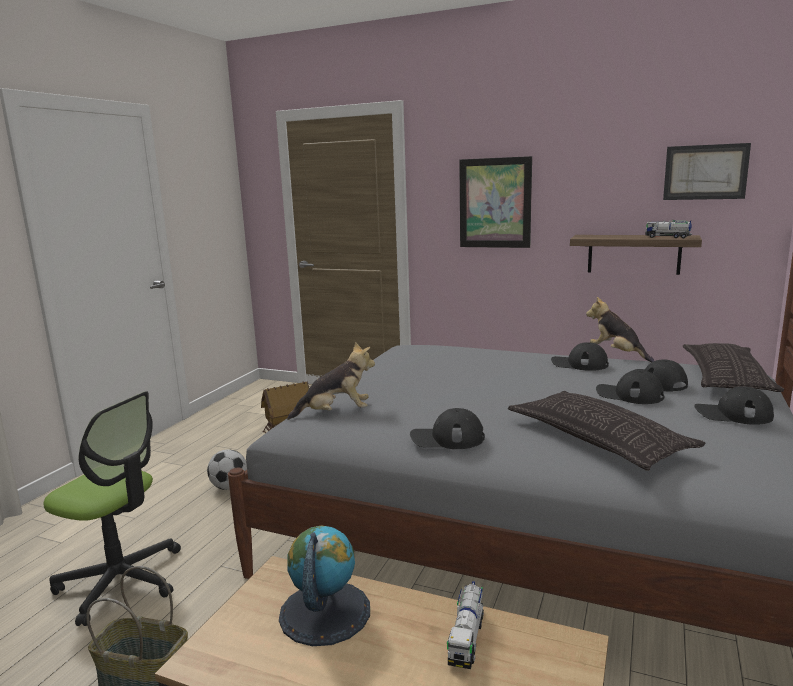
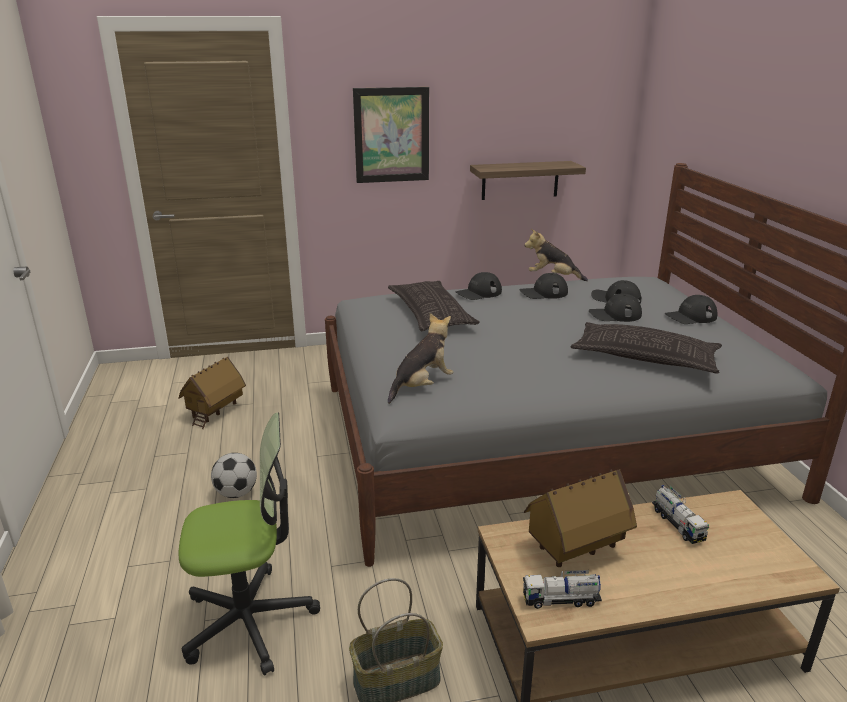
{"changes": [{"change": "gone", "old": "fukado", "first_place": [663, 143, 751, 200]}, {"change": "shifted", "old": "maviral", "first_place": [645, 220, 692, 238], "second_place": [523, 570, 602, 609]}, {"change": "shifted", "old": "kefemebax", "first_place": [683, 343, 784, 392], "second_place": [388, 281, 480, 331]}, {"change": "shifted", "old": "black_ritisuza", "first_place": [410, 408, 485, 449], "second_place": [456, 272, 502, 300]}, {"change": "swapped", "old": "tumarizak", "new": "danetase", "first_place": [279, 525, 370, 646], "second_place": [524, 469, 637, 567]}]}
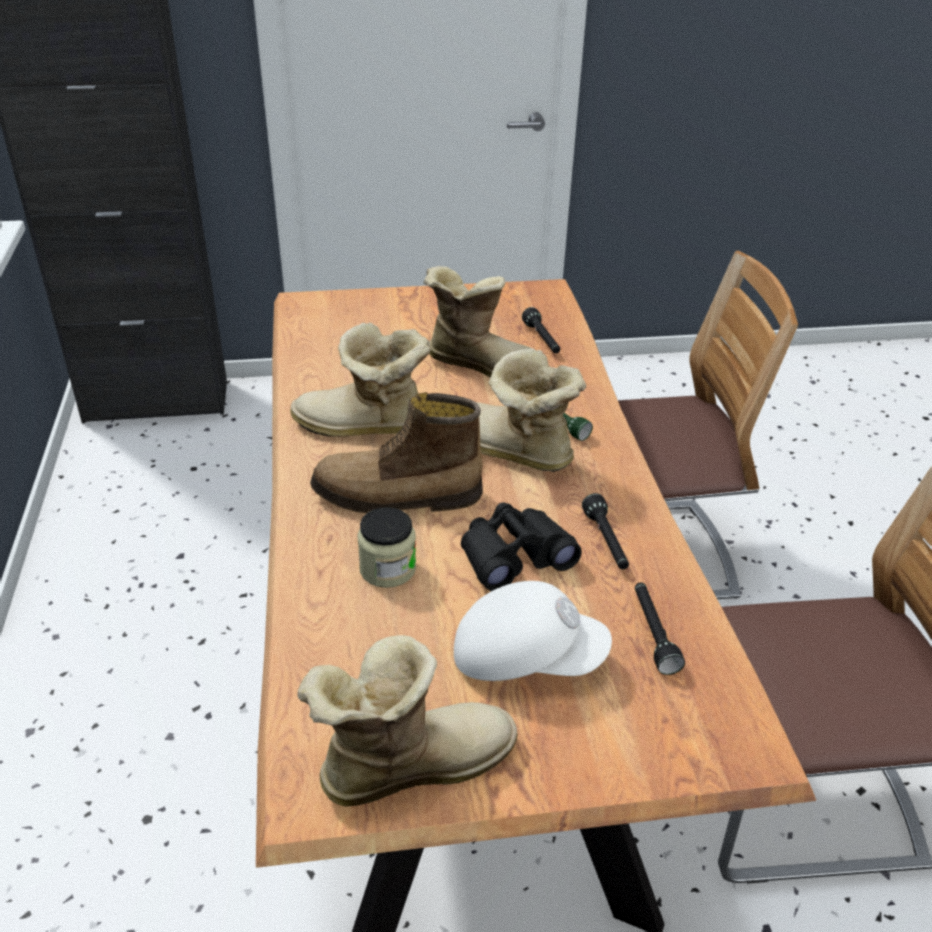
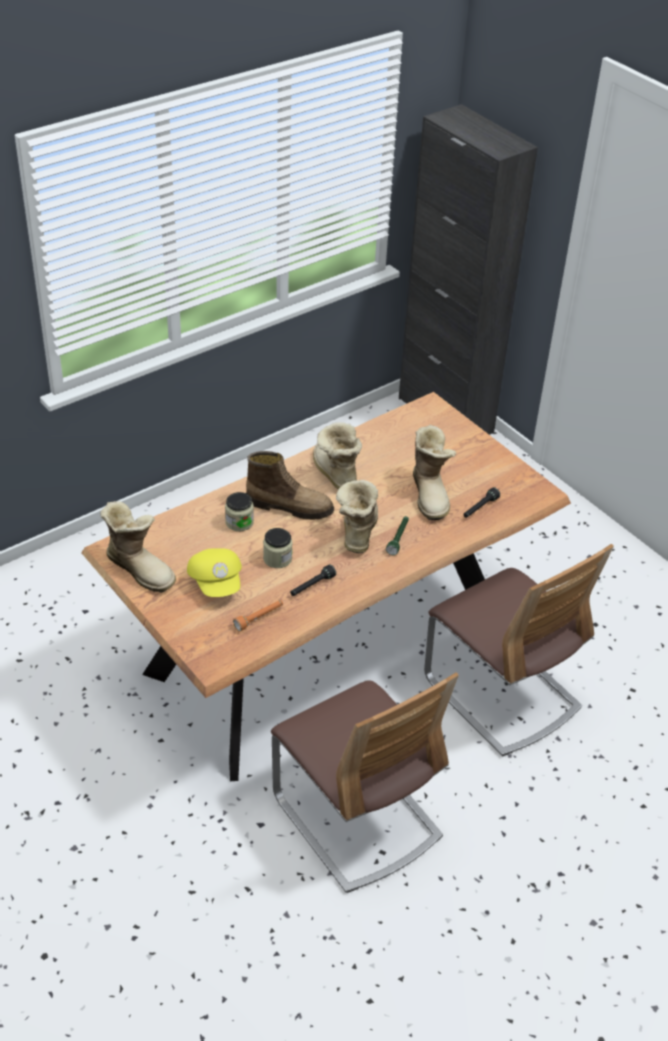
{"changes": [{"change": "rotated", "old": "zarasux", "first_place": [310, 392, 483, 513], "second_place": [246, 451, 334, 520], "degrees": 135}, {"change": "swapped", "old": "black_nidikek", "new": "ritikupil", "first_place": [461, 502, 582, 591], "second_place": [263, 528, 293, 568]}, {"change": "repainted", "old": "white_ritisuza", "new": "yellow_ritisuza", "first_place": [454, 581, 612, 681], "second_place": [187, 548, 242, 597]}, {"change": "repainted", "old": "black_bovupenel", "new": "orange_bovupenel", "first_place": [635, 582, 685, 675], "second_place": [233, 600, 283, 631]}]}
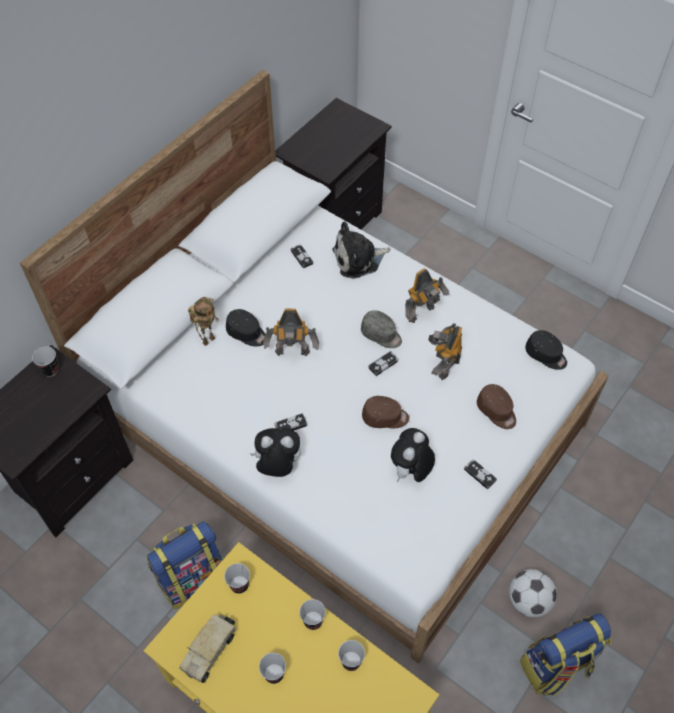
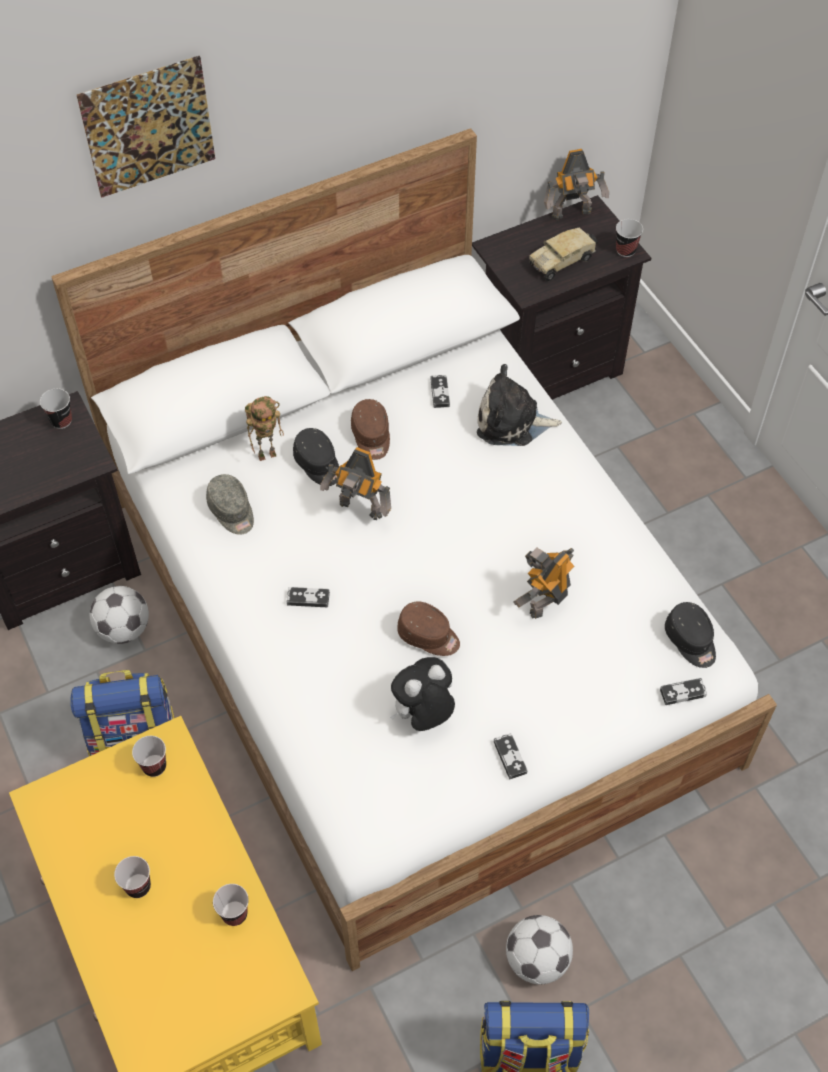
{"changes": [{"change": "shifted", "old": "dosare", "first_place": [405, 268, 449, 323], "second_place": [544, 149, 609, 220]}, {"change": "shifted", "old": "grey_ritisuza", "first_place": [361, 310, 402, 348], "second_place": [206, 474, 254, 535]}, {"change": "shifted", "old": "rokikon", "first_place": [368, 351, 398, 376], "second_place": [660, 678, 707, 705]}, {"change": "shifted", "old": "brown_ritisuza", "first_place": [477, 384, 516, 429], "second_place": [351, 399, 390, 460]}, {"change": "gone", "old": "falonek", "first_place": [249, 428, 301, 477]}, {"change": "shifted", "old": "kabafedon", "first_place": [299, 599, 326, 630], "second_place": [616, 219, 643, 257]}, {"change": "shifted", "old": "maviral", "first_place": [179, 614, 236, 683], "second_place": [529, 227, 598, 281]}, {"change": "new", "new": "fukado", "second_place": [77, 56, 215, 198]}, {"change": "new", "new": "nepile", "second_place": [90, 586, 149, 644]}]}
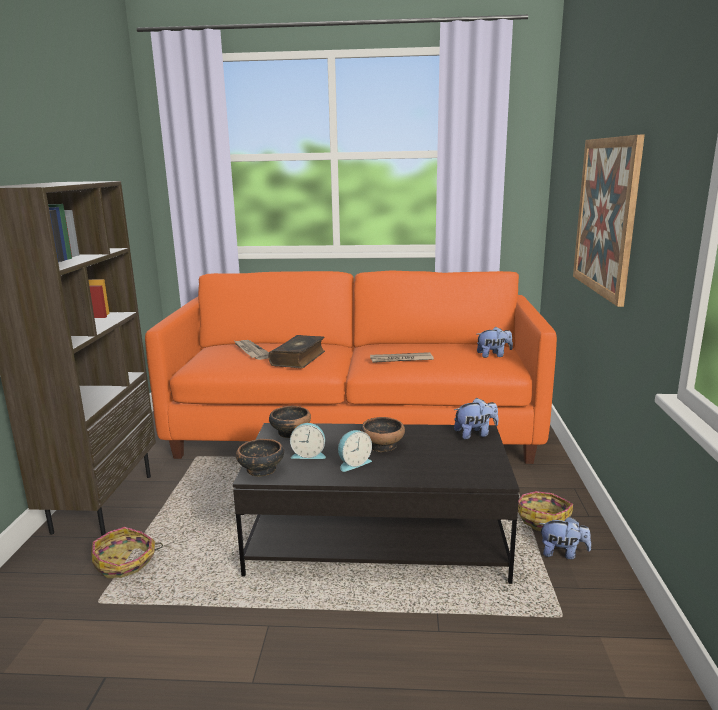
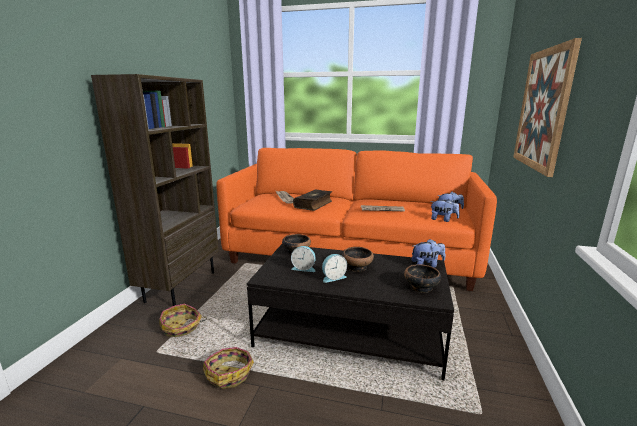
{"changes": [{"change": "shifted", "old": "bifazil", "first_place": [236, 439, 284, 477], "second_place": [404, 264, 441, 293]}, {"change": "shifted", "old": "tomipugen", "first_place": [518, 491, 573, 531], "second_place": [203, 347, 254, 389]}, {"change": "shifted", "old": "falonek", "first_place": [539, 517, 591, 559], "second_place": [430, 199, 460, 222]}]}
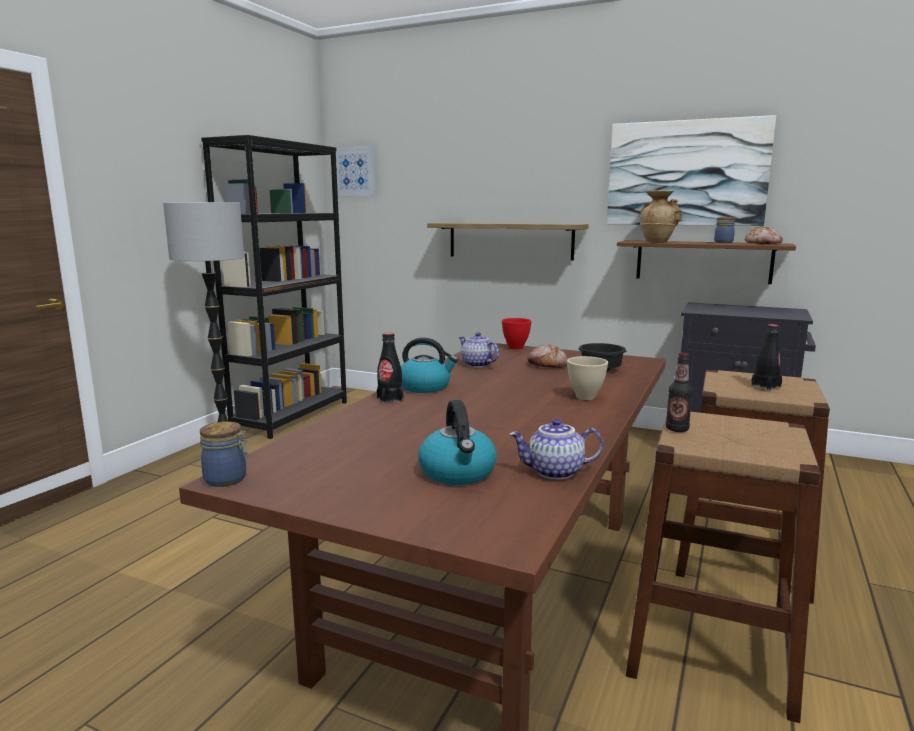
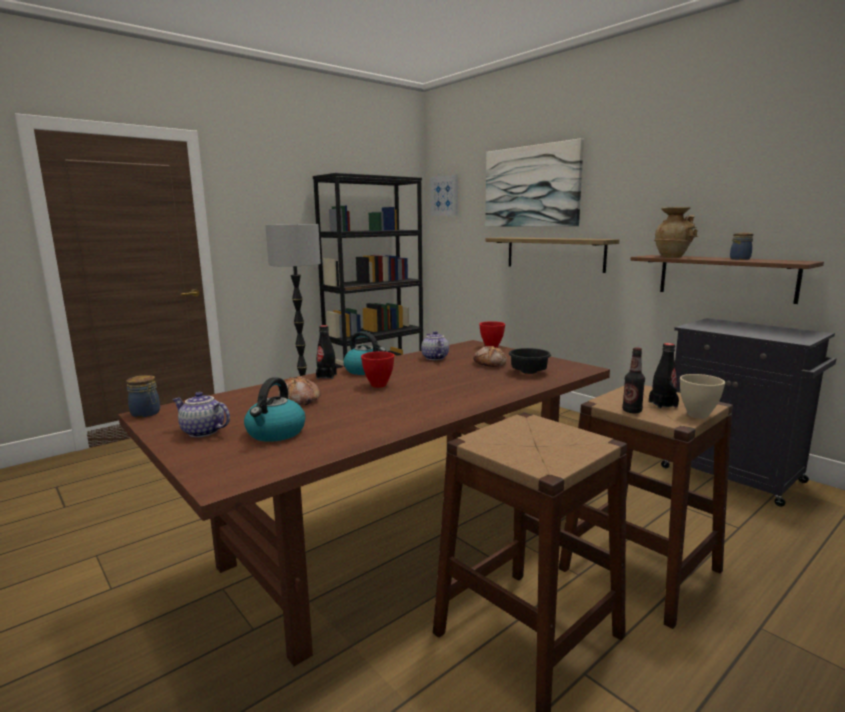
{"changes": [{"change": "shifted", "old": "fukado", "first_place": [607, 115, 776, 226], "second_place": [485, 138, 584, 227]}, {"change": "shifted", "old": "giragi", "first_place": [745, 226, 783, 244], "second_place": [278, 376, 321, 405]}, {"change": "shifted", "old": "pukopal", "first_place": [666, 353, 693, 432], "second_place": [622, 347, 645, 413]}, {"change": "shifted", "old": "beige_bifazil", "first_place": [567, 356, 608, 400], "second_place": [680, 374, 725, 419]}, {"change": "shifted", "old": "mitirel", "first_place": [509, 419, 603, 480], "second_place": [172, 392, 230, 437]}, {"change": "new", "new": "red_bifazil", "second_place": [361, 351, 395, 388]}]}
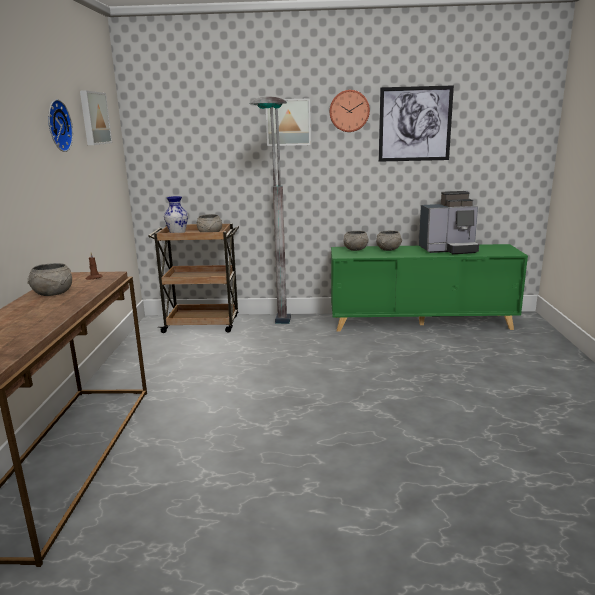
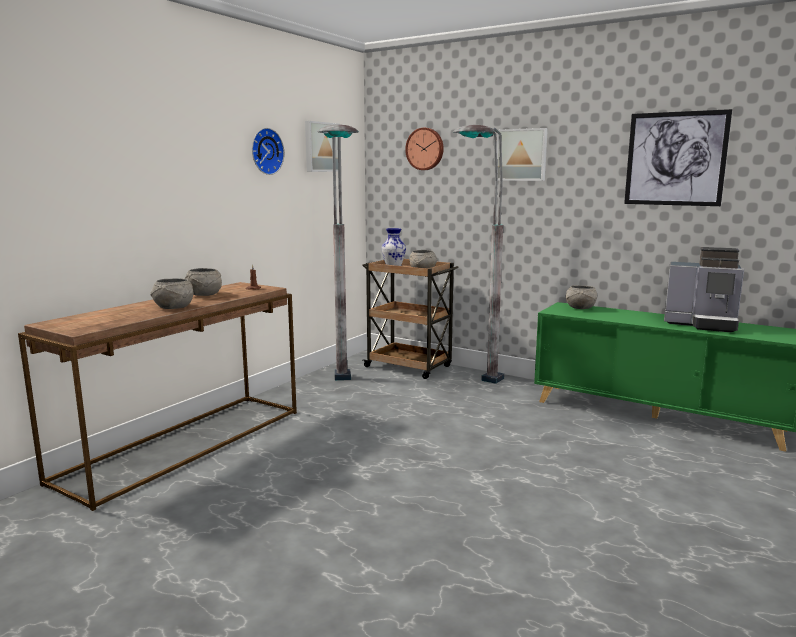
{"changes": [{"change": "shifted", "old": "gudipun", "first_place": [329, 90, 370, 132], "second_place": [405, 128, 444, 170]}, {"change": "shifted", "old": "grey_bifazil", "first_place": [376, 231, 402, 251], "second_place": [150, 278, 193, 309]}, {"change": "new", "new": "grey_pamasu", "second_place": [318, 124, 359, 380]}]}
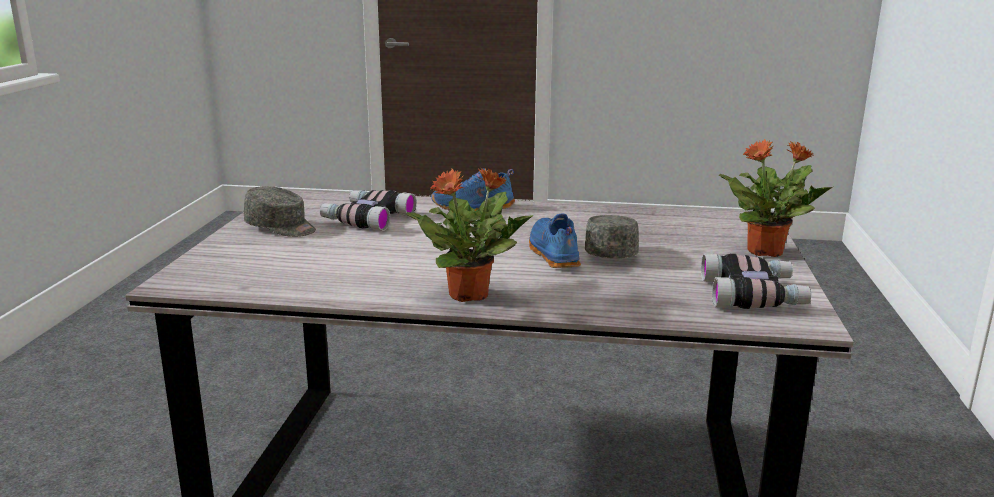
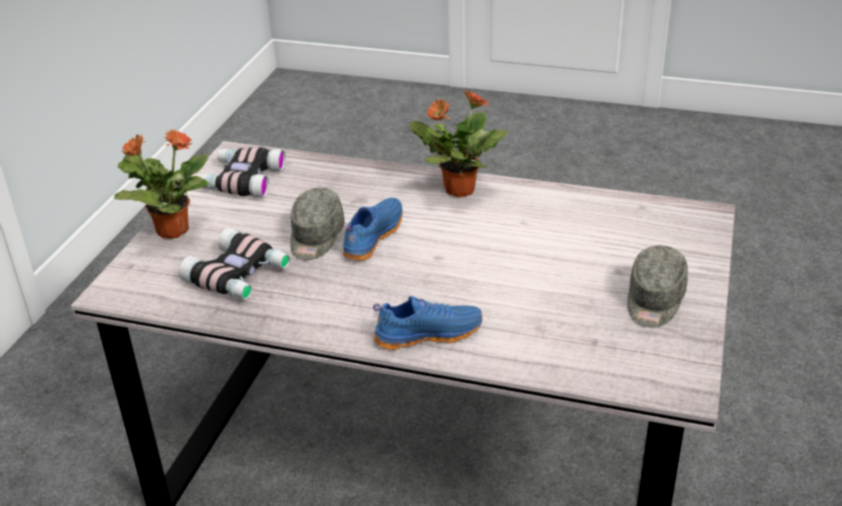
{"changes": [{"change": "rotated", "old": "grey_ritisuza", "first_place": [244, 186, 316, 237], "second_place": [627, 245, 688, 328], "degrees": -105}, {"change": "shifted", "old": "nidikek", "first_place": [320, 190, 417, 231], "second_place": [178, 228, 290, 299]}, {"change": "rotated", "old": "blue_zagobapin", "first_place": [529, 213, 581, 268], "second_place": [343, 198, 403, 261], "degrees": -150}]}
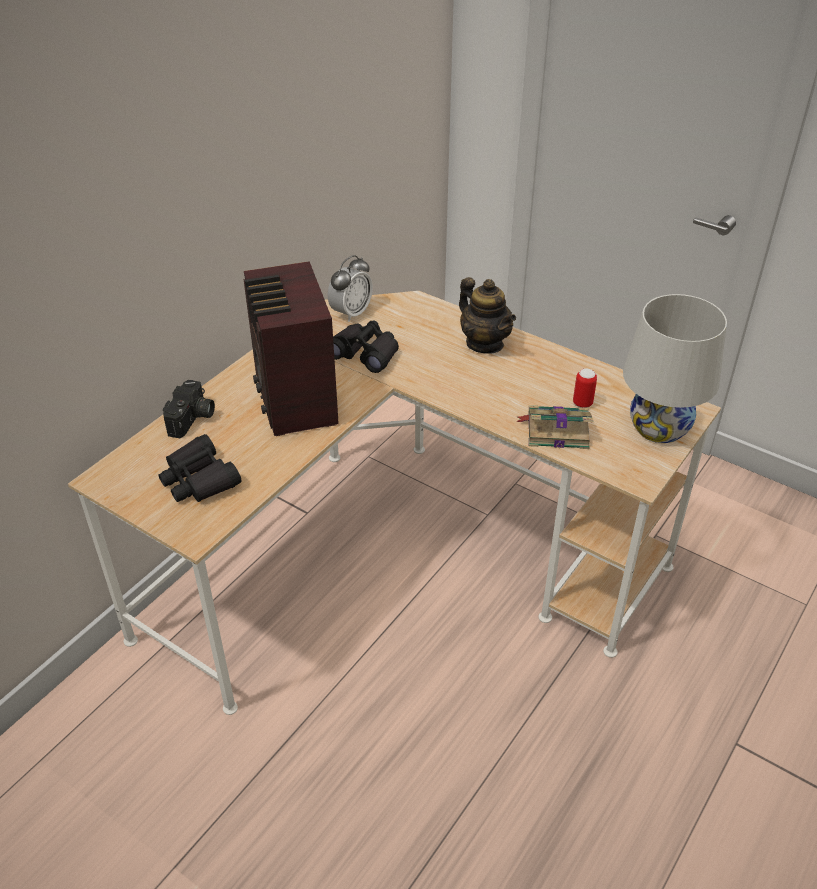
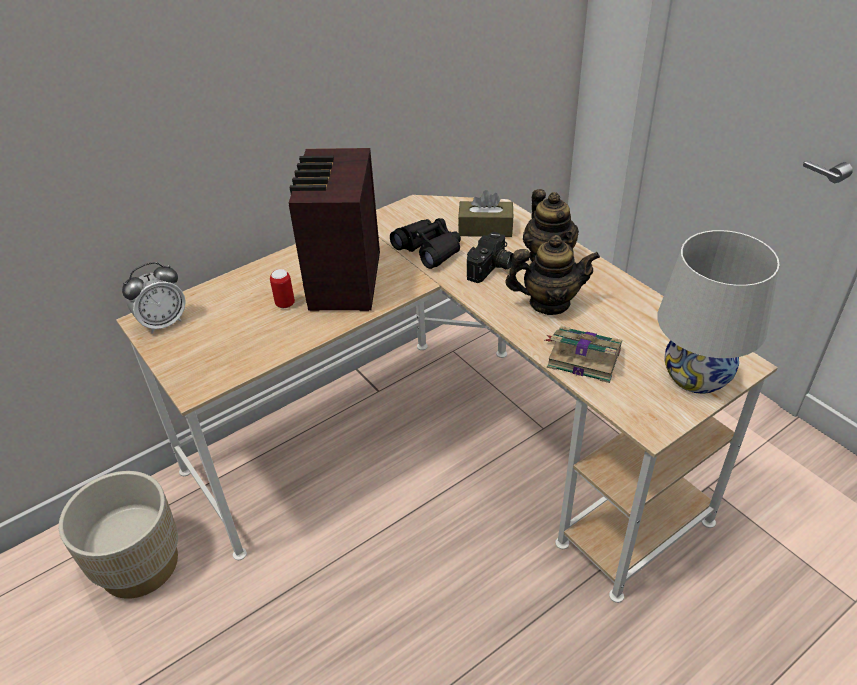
{"changes": [{"change": "shifted", "old": "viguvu", "first_place": [328, 255, 373, 322], "second_place": [122, 262, 186, 334]}, {"change": "shifted", "old": "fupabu", "first_place": [573, 369, 597, 408], "second_place": [270, 269, 295, 308]}, {"change": "shifted", "old": "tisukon", "first_place": [163, 380, 215, 438], "second_place": [467, 232, 513, 283]}, {"change": "gone", "old": "black_nidikek", "first_place": [158, 434, 242, 502]}, {"change": "new", "new": "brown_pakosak", "second_place": [458, 190, 513, 237]}, {"change": "new", "new": "mitirel", "second_place": [505, 235, 600, 315]}, {"change": "new", "new": "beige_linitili", "second_place": [59, 471, 178, 599]}]}
